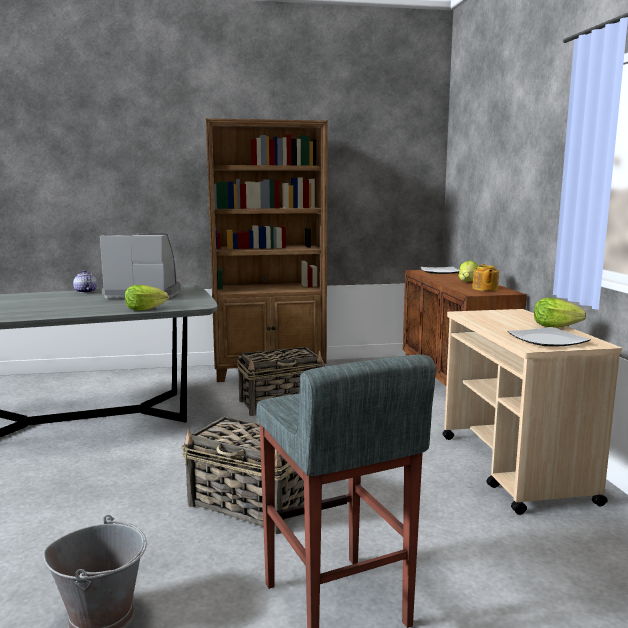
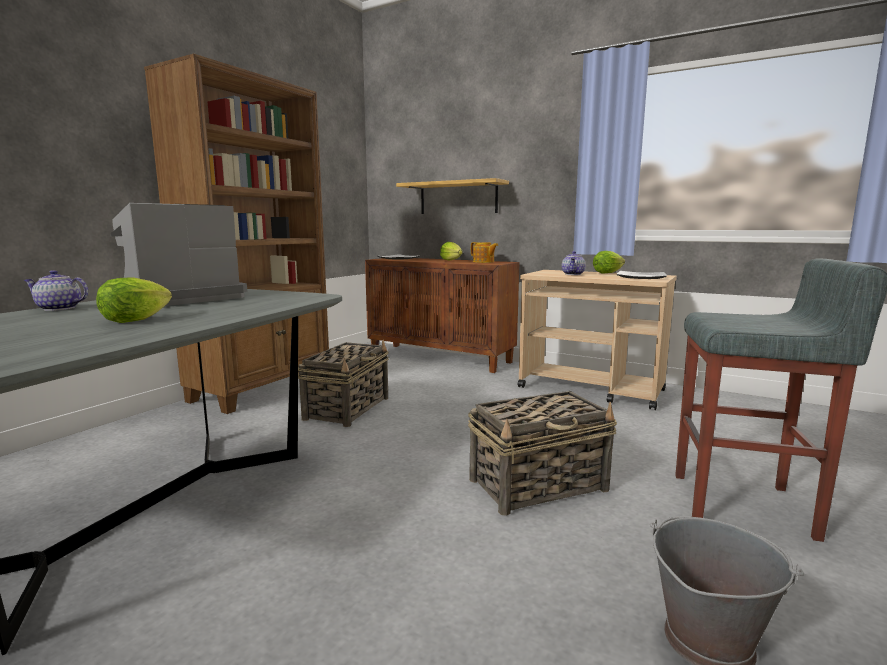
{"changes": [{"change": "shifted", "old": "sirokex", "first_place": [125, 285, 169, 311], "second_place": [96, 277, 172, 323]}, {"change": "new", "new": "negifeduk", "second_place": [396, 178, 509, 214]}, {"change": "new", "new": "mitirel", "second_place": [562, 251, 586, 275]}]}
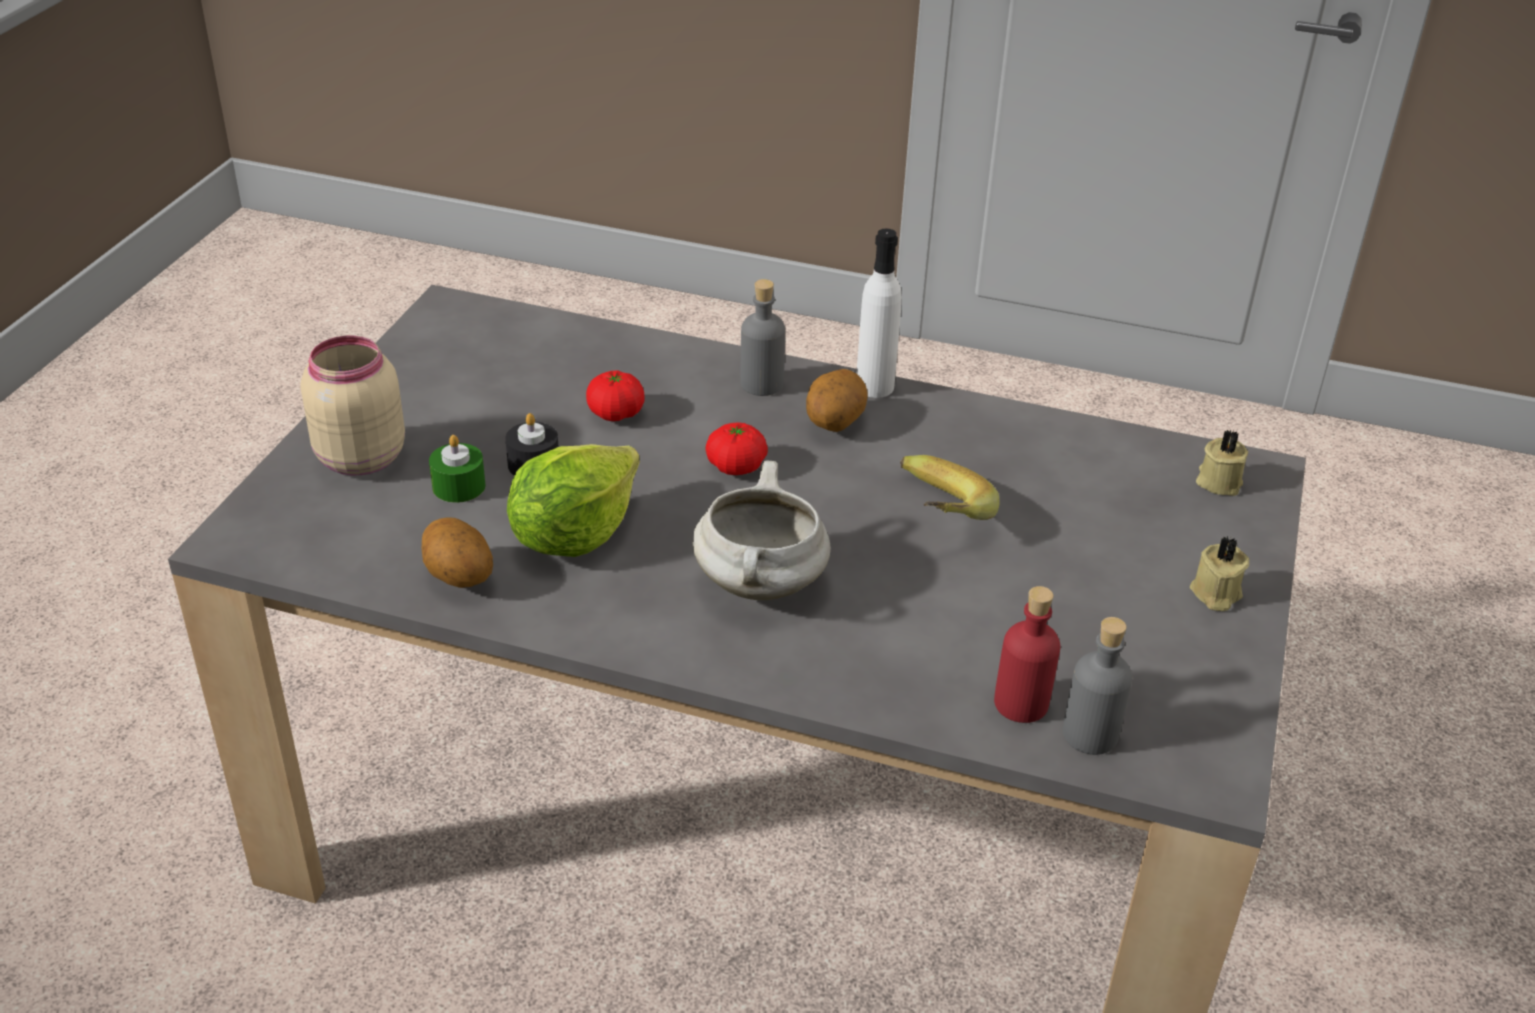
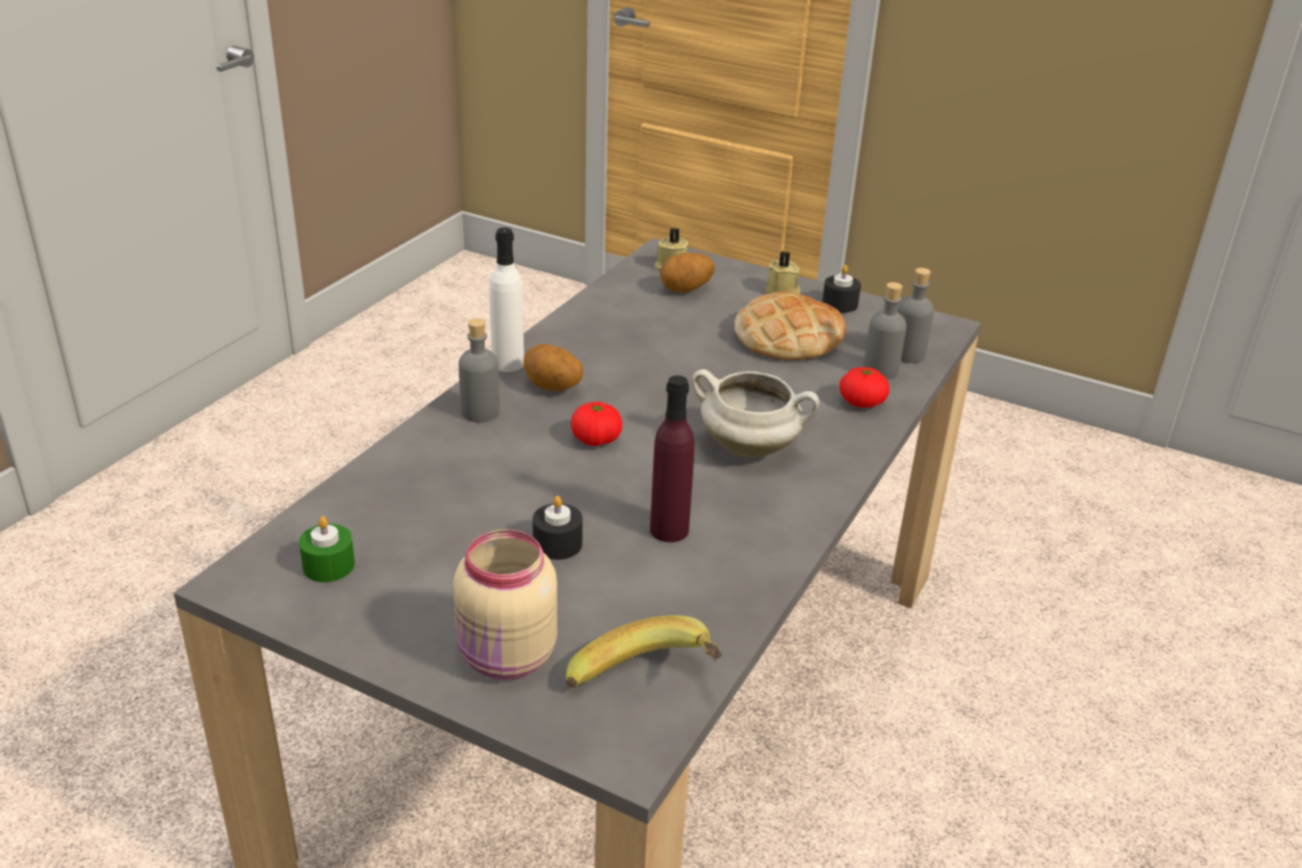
{"changes": [{"change": "shifted", "old": "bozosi", "first_place": [586, 370, 645, 421], "second_place": [839, 367, 889, 408]}, {"change": "shifted", "old": "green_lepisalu", "first_place": [429, 435, 486, 503], "second_place": [299, 516, 355, 582]}, {"change": "swapped", "old": "sirokex", "new": "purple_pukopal", "first_place": [507, 444, 640, 557], "second_place": [650, 375, 695, 542]}, {"change": "shifted", "old": "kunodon", "first_place": [900, 455, 1000, 520], "second_place": [566, 615, 722, 688]}, {"change": "shifted", "old": "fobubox", "first_place": [422, 517, 493, 588], "second_place": [660, 252, 715, 293]}, {"change": "repainted", "old": "red_pukopal", "new": "grey_pukopal", "first_place": [994, 586, 1061, 723], "second_place": [863, 282, 907, 380]}, {"change": "new", "new": "black_lepisalu", "second_place": [822, 265, 861, 313]}, {"change": "new", "new": "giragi", "second_place": [734, 292, 846, 360]}]}
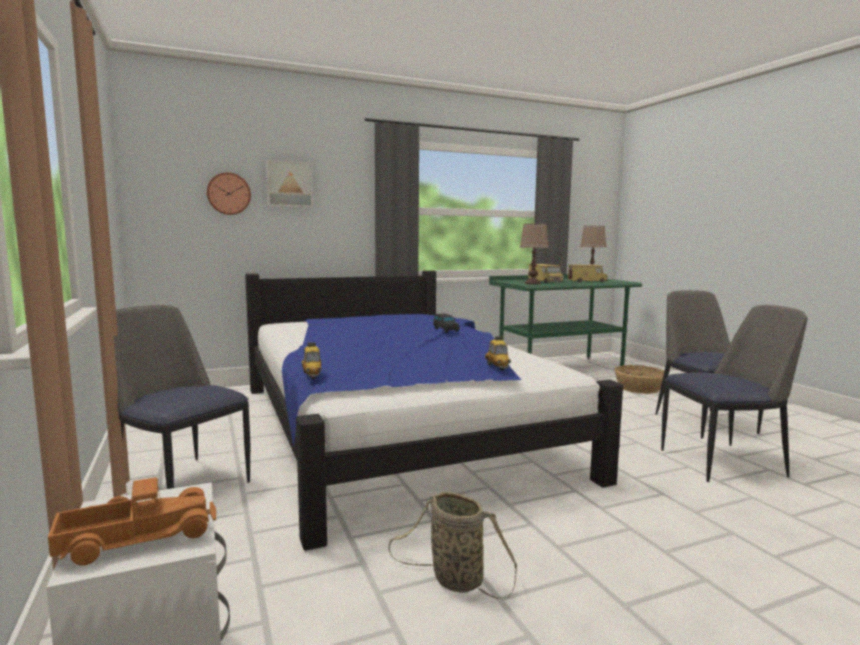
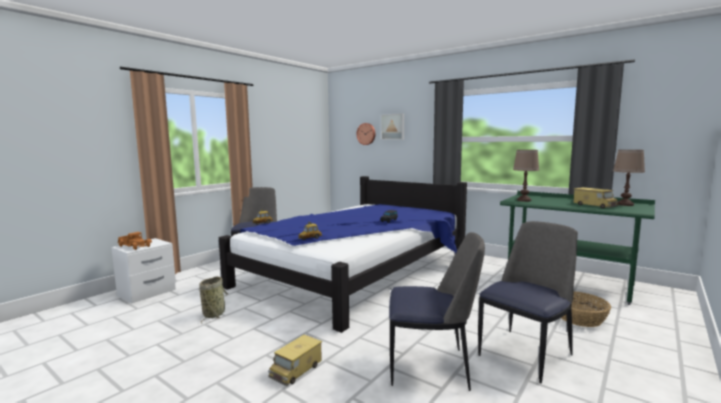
{"changes": [{"change": "shifted", "old": "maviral", "first_place": [528, 264, 564, 283], "second_place": [268, 334, 322, 386]}, {"change": "rotated", "old": "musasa", "first_place": [661, 305, 807, 482], "second_place": [389, 232, 485, 391], "degrees": -45}]}
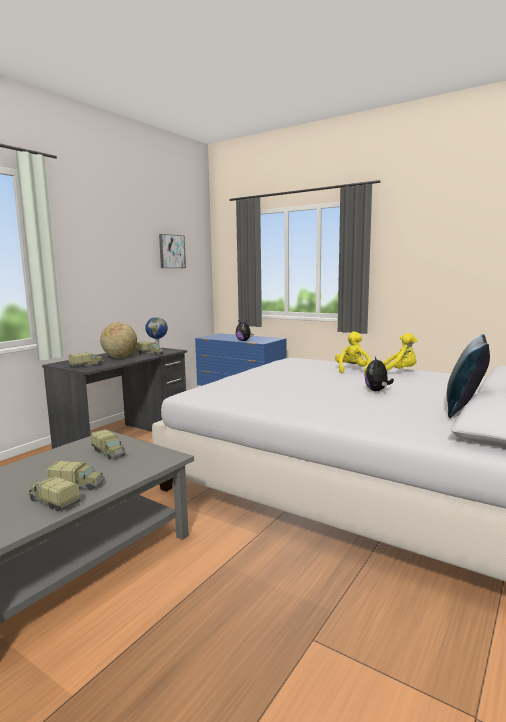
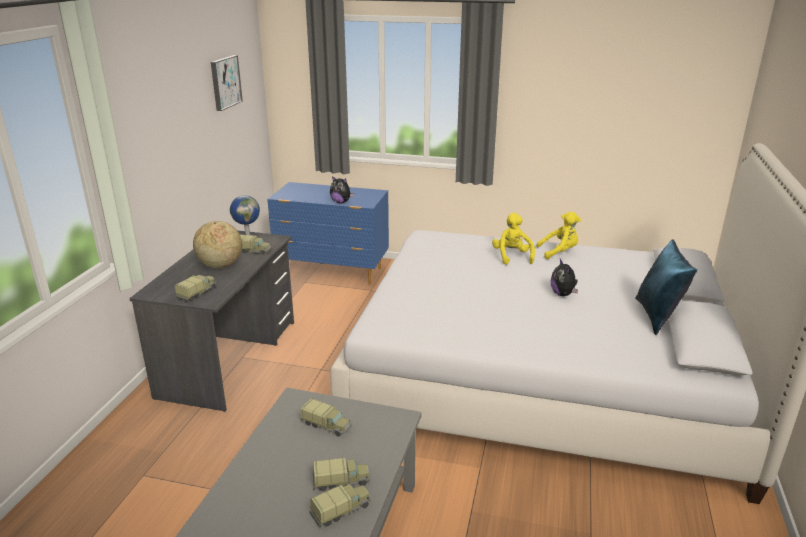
{"changes": [{"change": "rotated", "old": "maviral", "first_place": [28, 477, 81, 511], "second_place": [310, 484, 371, 527], "degrees": 135}]}
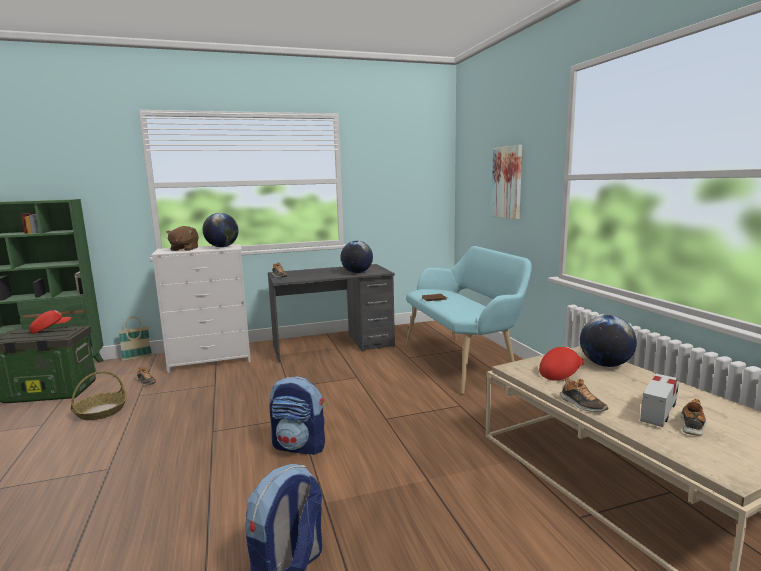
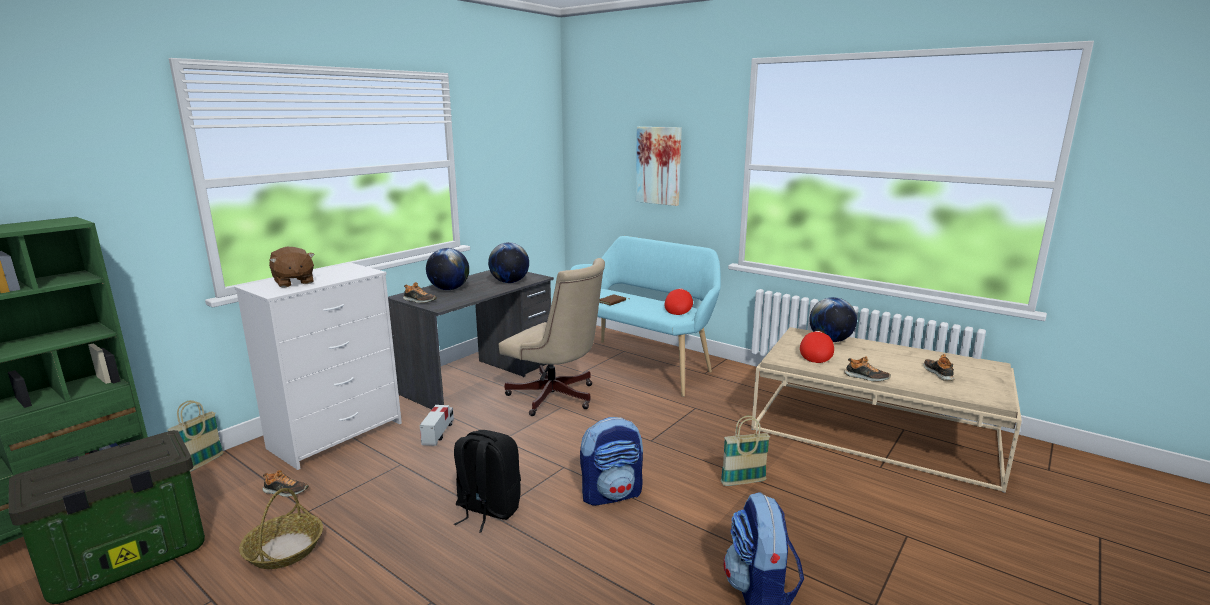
{"changes": [{"change": "shifted", "old": "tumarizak", "first_place": [202, 213, 238, 247], "second_place": [426, 248, 469, 290]}, {"change": "shifted", "old": "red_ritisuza", "first_place": [30, 310, 72, 334], "second_place": [664, 288, 693, 315]}, {"change": "shifted", "old": "maviral", "first_place": [640, 374, 679, 427], "second_place": [420, 405, 454, 446]}, {"change": "new", "new": "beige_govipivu", "second_place": [499, 258, 605, 416]}, {"change": "new", "new": "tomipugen", "second_place": [720, 416, 770, 486]}, {"change": "new", "new": "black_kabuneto", "second_place": [454, 430, 521, 533]}]}
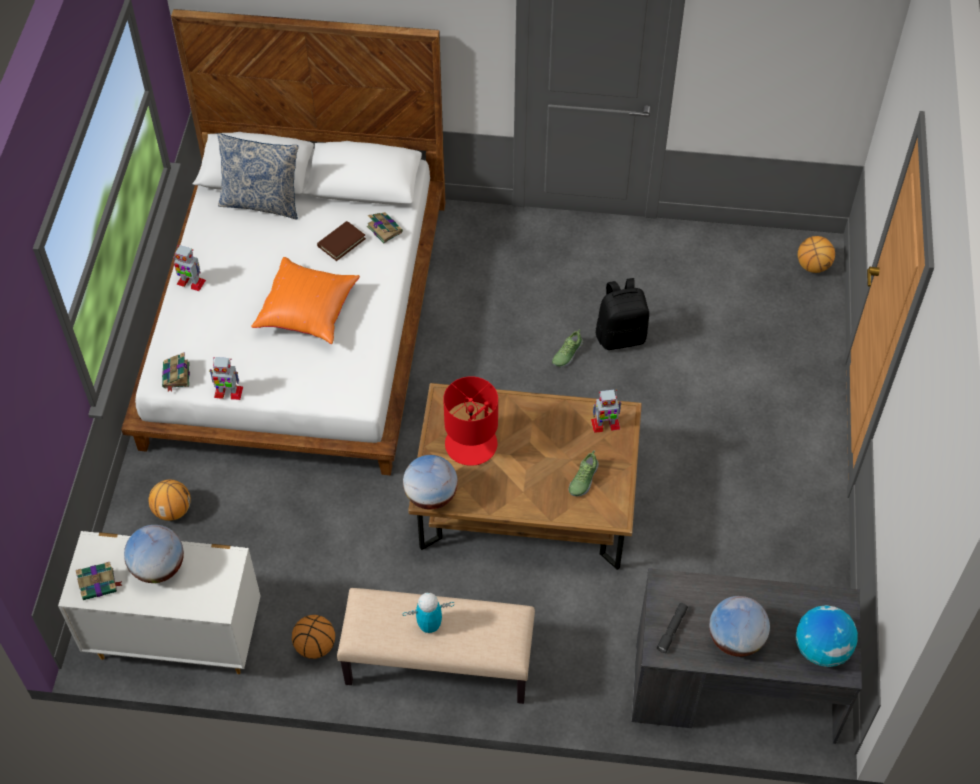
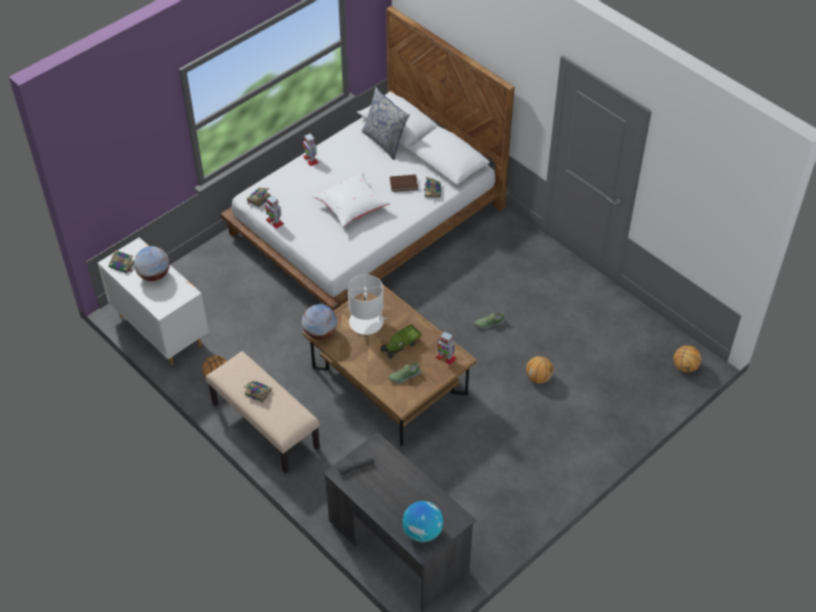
{"changes": [{"change": "repainted", "old": "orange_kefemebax", "new": "white_kefemebax", "first_place": [251, 257, 360, 344], "second_place": [312, 172, 390, 228]}, {"change": "gone", "old": "black_kabuneto", "first_place": [596, 278, 649, 350]}, {"change": "repainted", "old": "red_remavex", "new": "white_remavex", "first_place": [443, 376, 498, 466], "second_place": [348, 274, 388, 335]}, {"change": "shifted", "old": "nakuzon", "first_place": [148, 480, 191, 521], "second_place": [526, 356, 554, 384]}, {"change": "swapped", "old": "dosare", "new": "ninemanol", "first_place": [402, 592, 454, 633], "second_place": [244, 380, 272, 403]}, {"change": "gone", "old": "tumarizak", "first_place": [709, 596, 770, 657]}, {"change": "new", "new": "maviral", "second_place": [380, 324, 421, 359]}]}
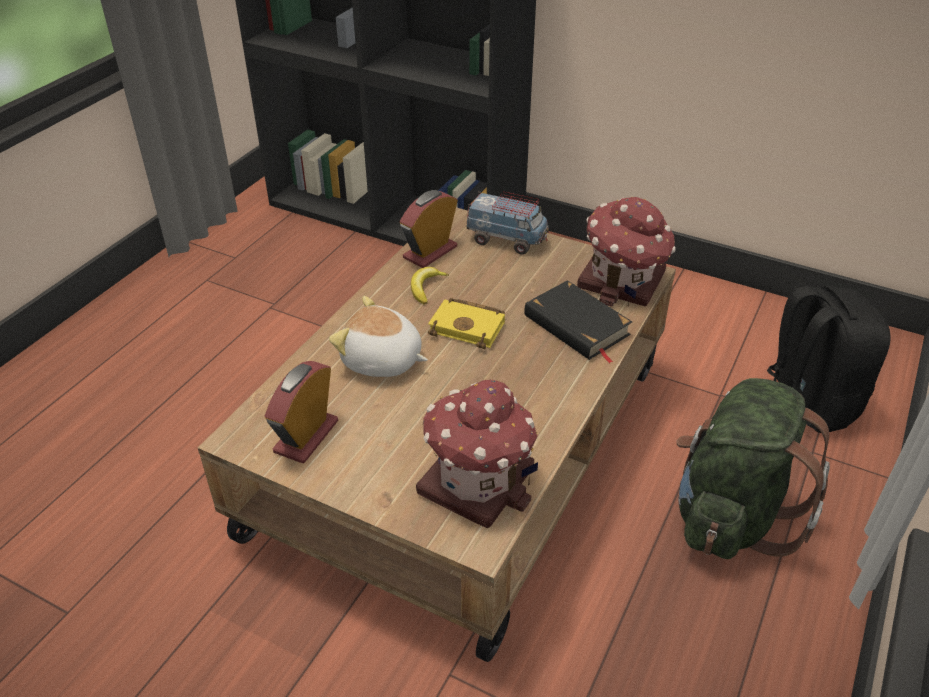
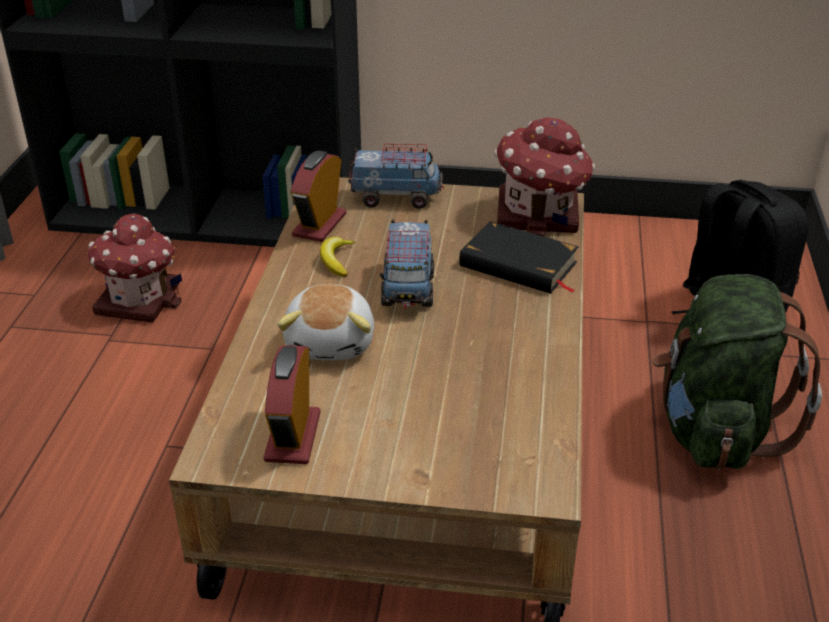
{"changes": [{"change": "rotated", "old": "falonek", "first_place": [329, 296, 428, 377], "second_place": [277, 284, 374, 360], "degrees": -90}, {"change": "swapped", "old": "yellow_ninemanol", "new": "maviral", "first_place": [428, 298, 505, 349], "second_place": [380, 219, 434, 309]}, {"change": "shifted", "old": "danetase", "first_place": [416, 379, 538, 528], "second_place": [87, 213, 182, 322]}]}
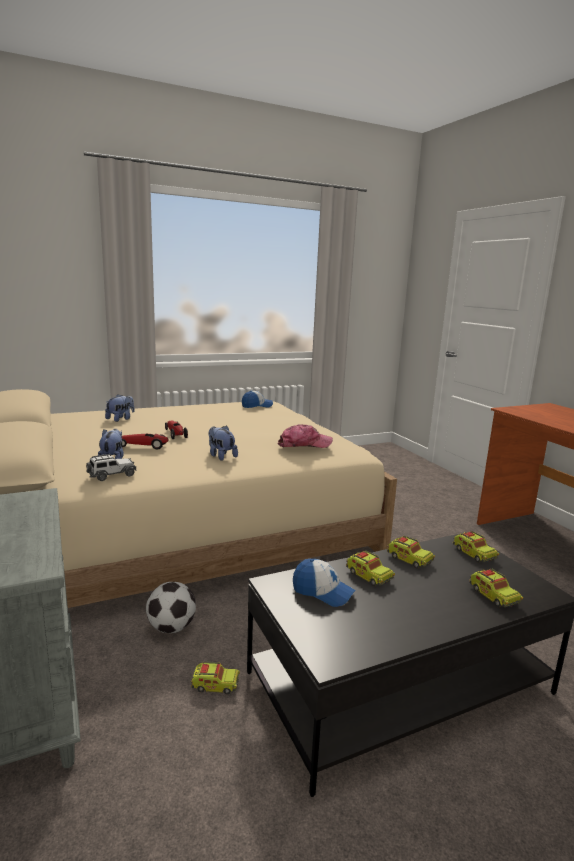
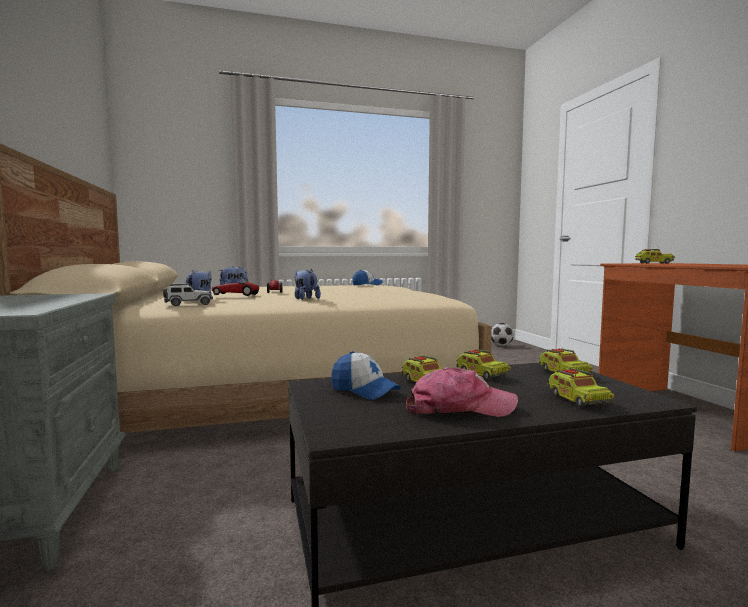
{"changes": [{"change": "shifted", "old": "ritisuza", "first_place": [278, 424, 333, 448], "second_place": [406, 367, 518, 417]}, {"change": "shifted", "old": "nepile", "first_place": [146, 582, 196, 633], "second_place": [491, 323, 514, 346]}, {"change": "shifted", "old": "maviral", "first_place": [190, 662, 240, 694], "second_place": [635, 246, 675, 264]}]}
